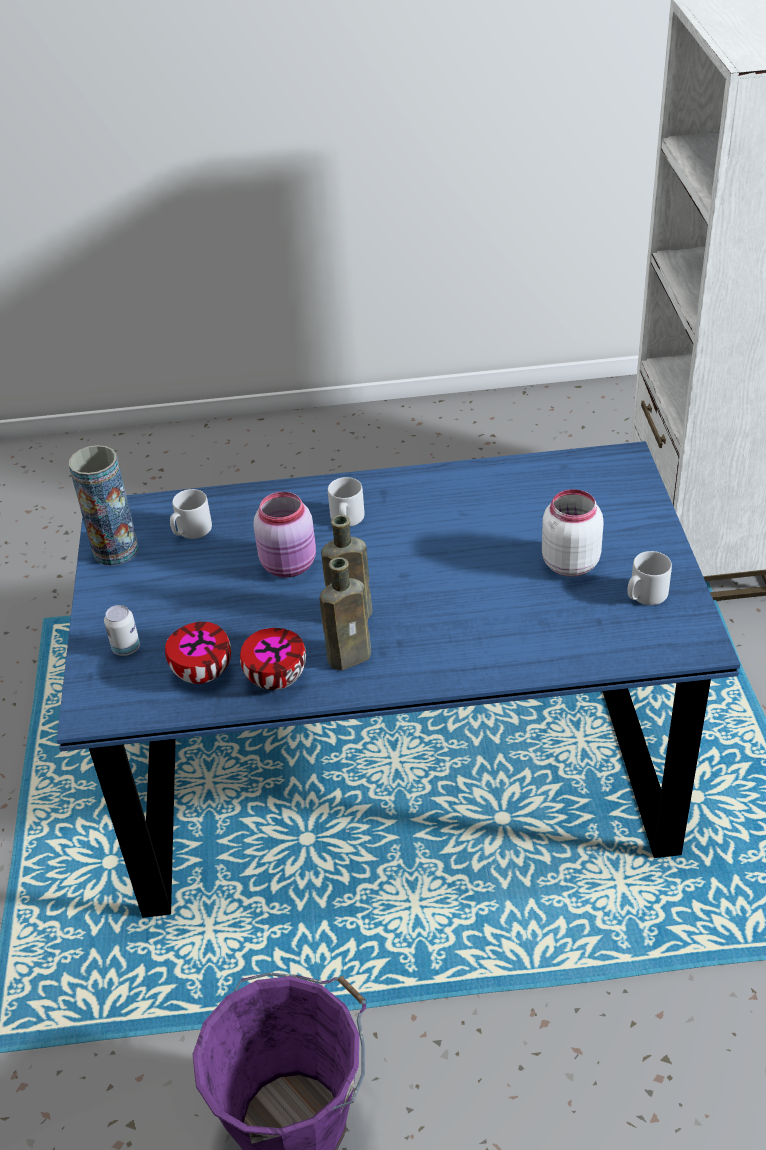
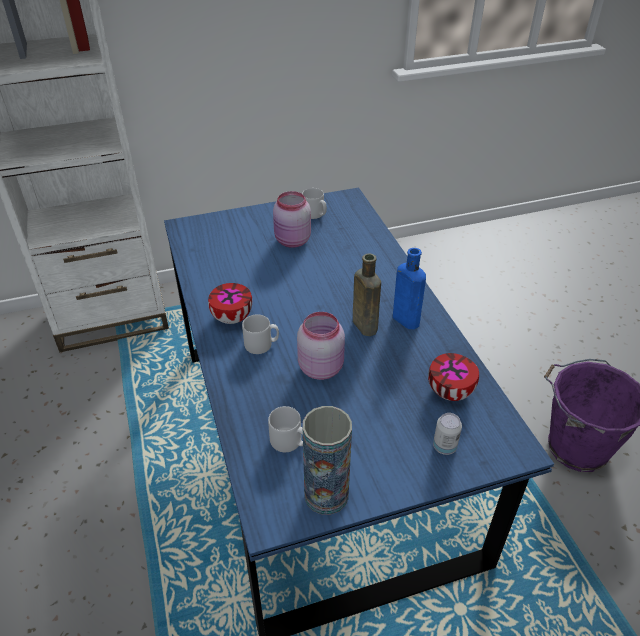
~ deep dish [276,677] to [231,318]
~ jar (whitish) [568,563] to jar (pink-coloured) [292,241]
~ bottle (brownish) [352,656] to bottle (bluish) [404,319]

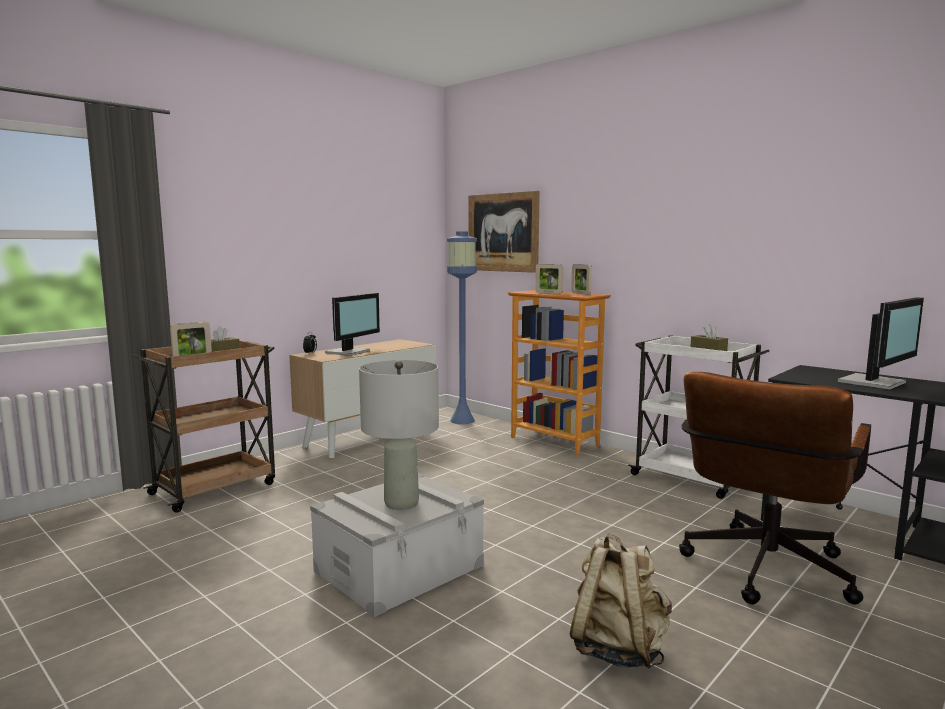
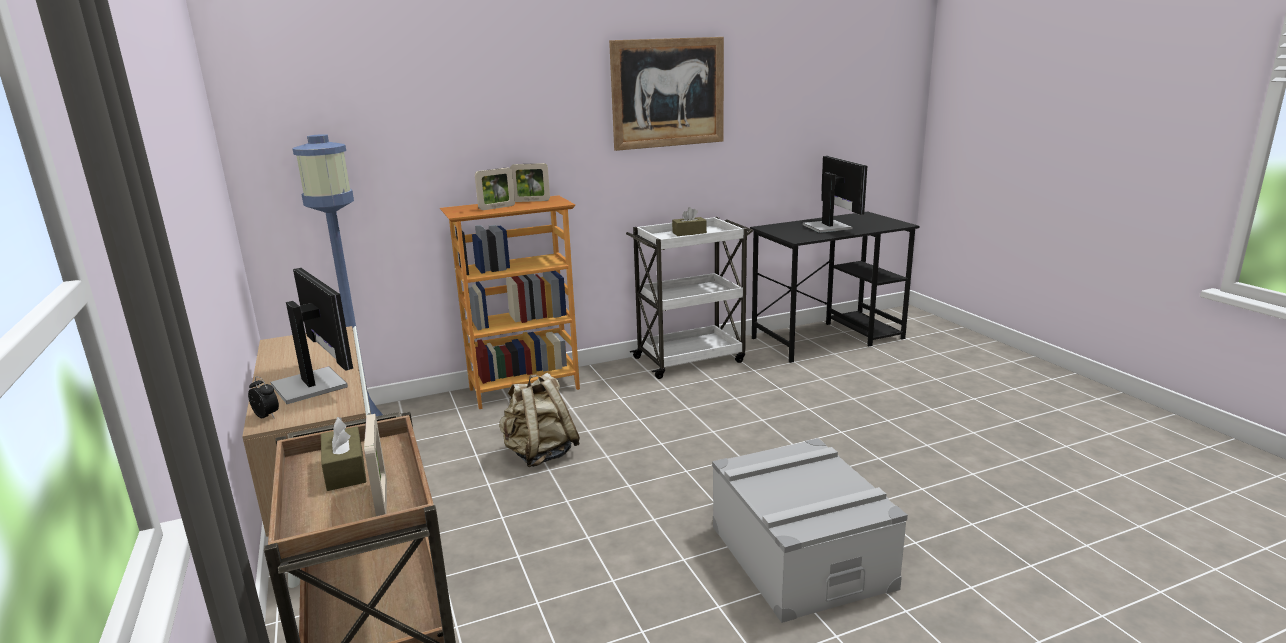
~ rucksack (sand-coloured) [618,649] to [540,454]
~ wall picture [503,232] to [668,93]
- table lamp (grey) [402,503]
- desk chair (brownish) [763,574]

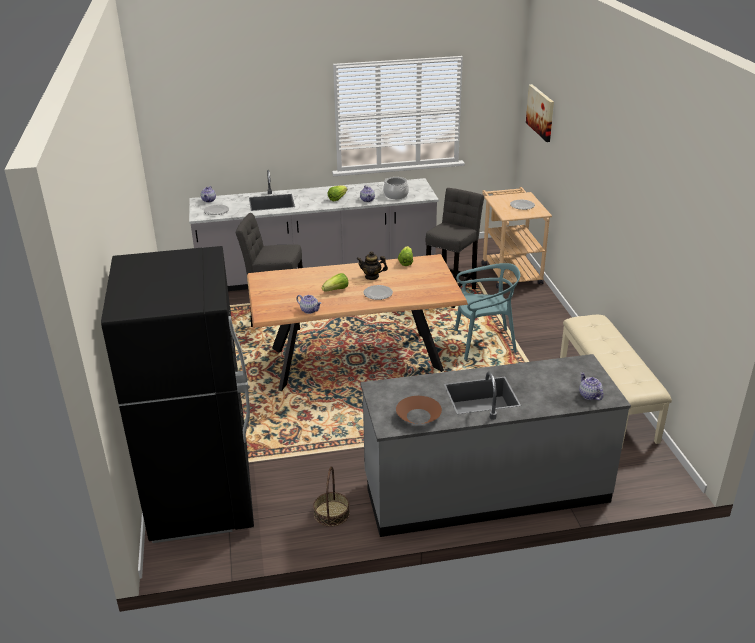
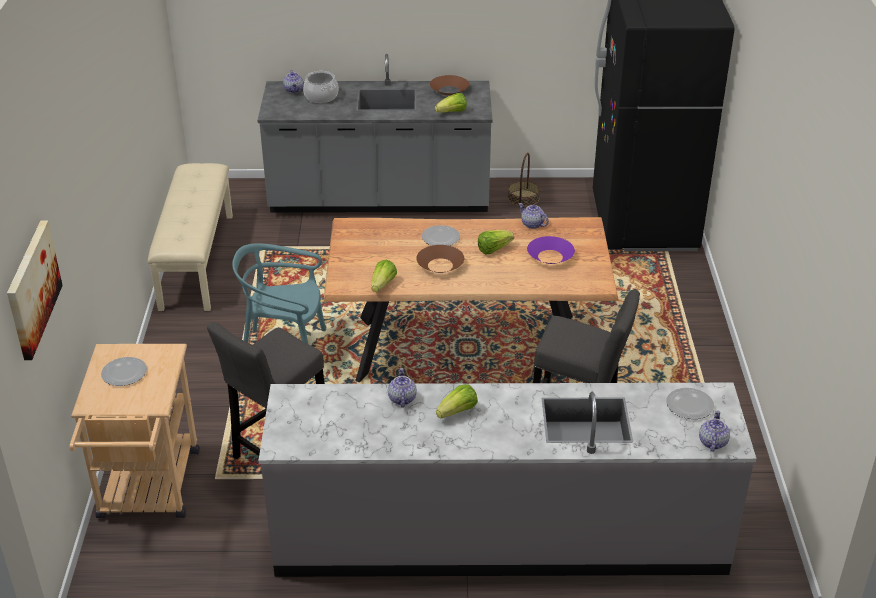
~ cooking pot [395,195] to [321,96]
~ teapot [372,276] to deep dish (brownish) [440,265]
+ lettuce head [452,112]
+ deep dish (purplish) [550,256]

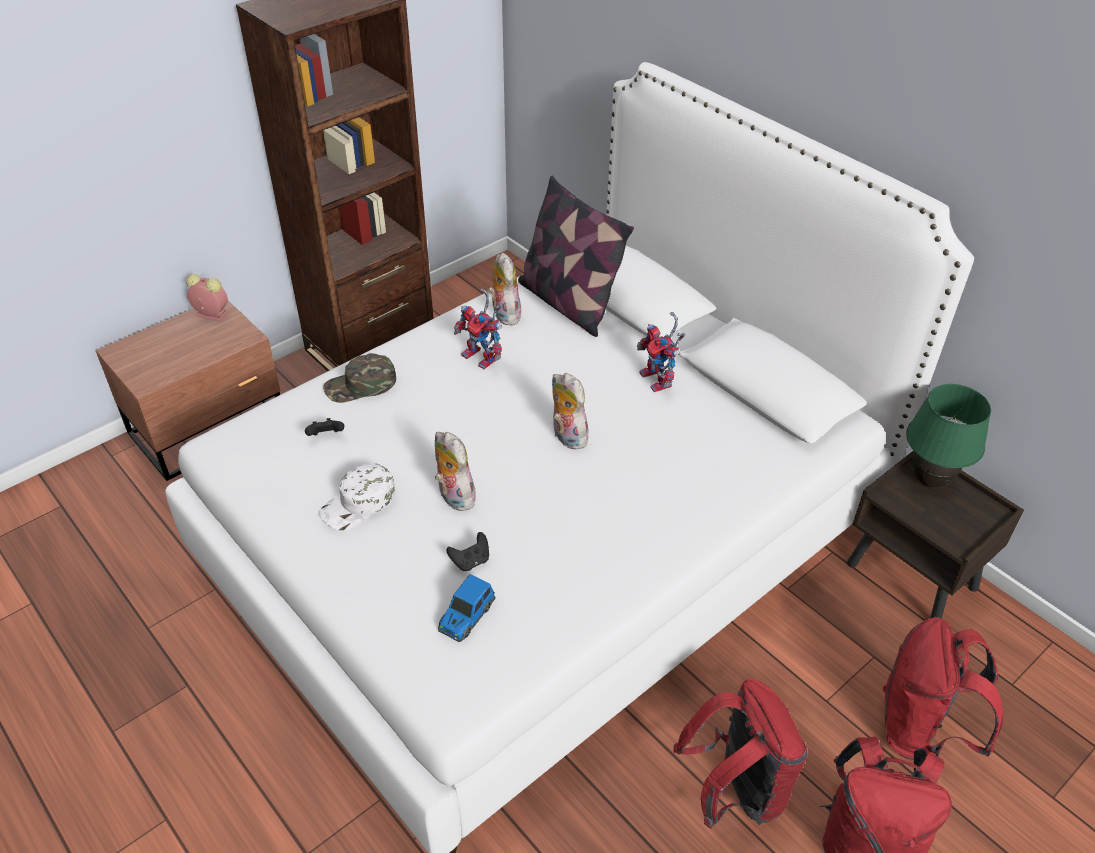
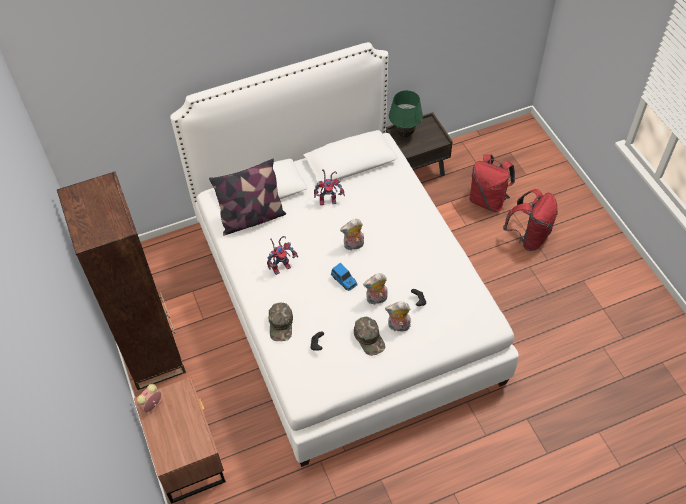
~ toy car [466,617] to [344,280]
~ peaked cap (whitish) [359,503] to peaked cap (green) [369,338]
~ soft toy [504,314] to [398,327]
- rucksack (red-coloured) [735,790]

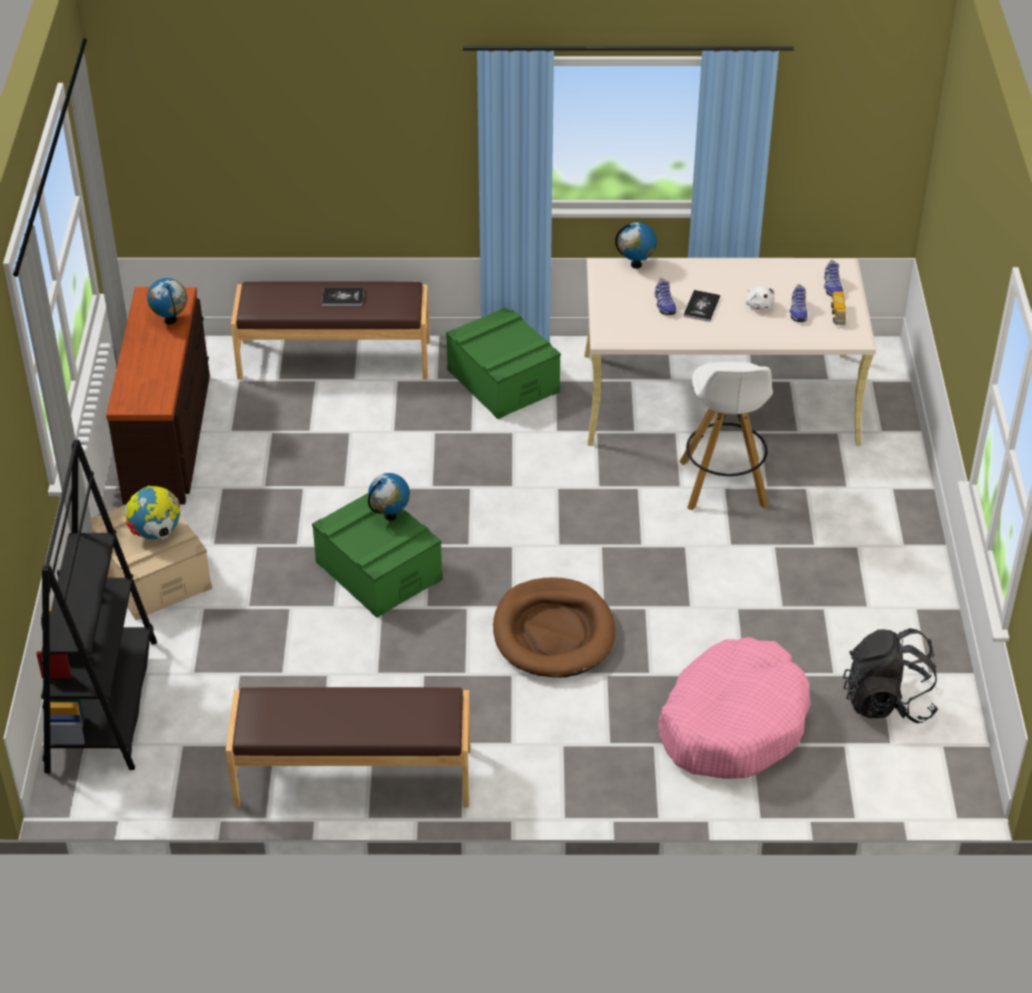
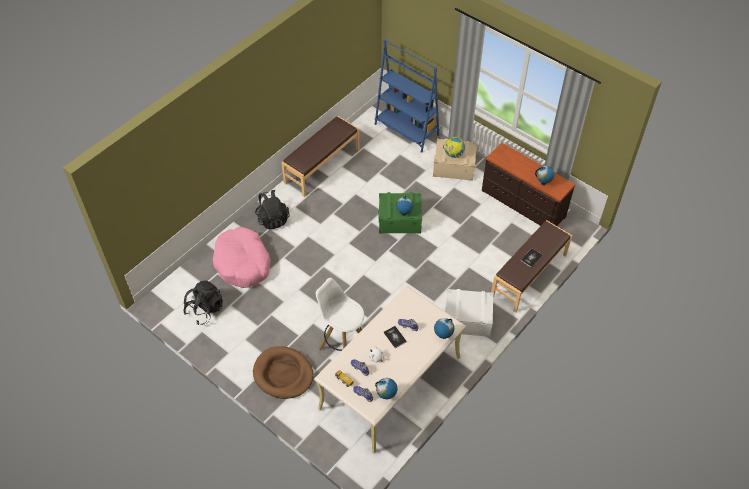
~ dog bed (brownish) [553,632] to [283,374]
+ rucksack (black) [272,219]
~ shelving unit (black) [102,705] to shelving unit (bluish) [406,130]
+ desk globe [386,396]
~ storage box (green) [503,380] to storage box (whitish) [468,319]

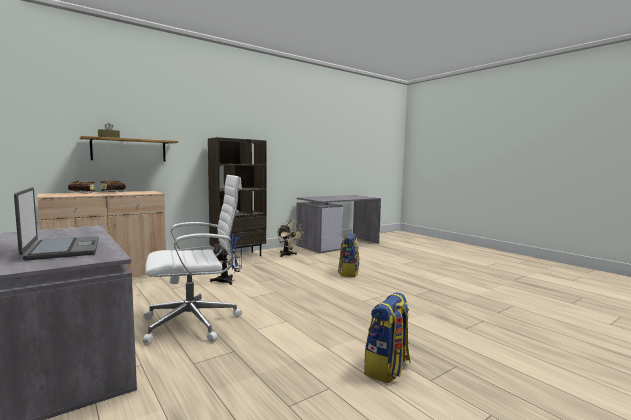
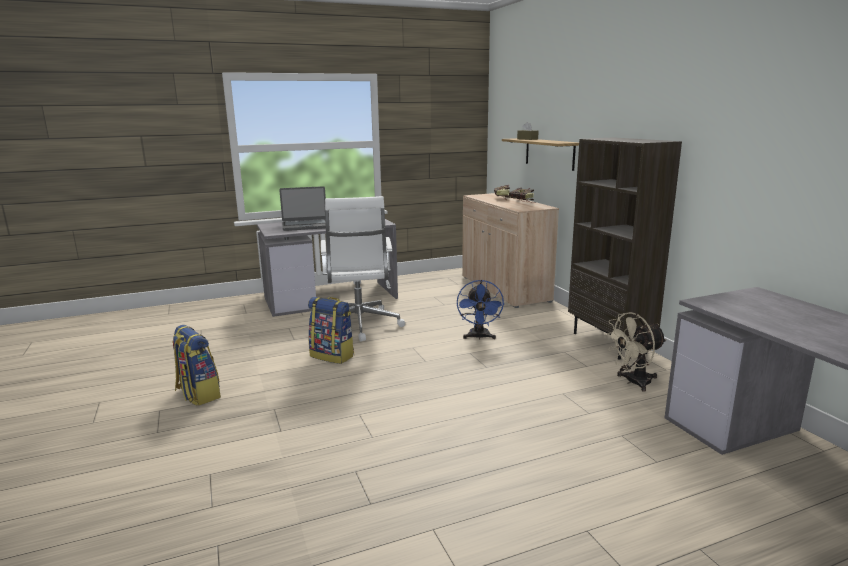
~ rucksack [348,273] to [333,356]

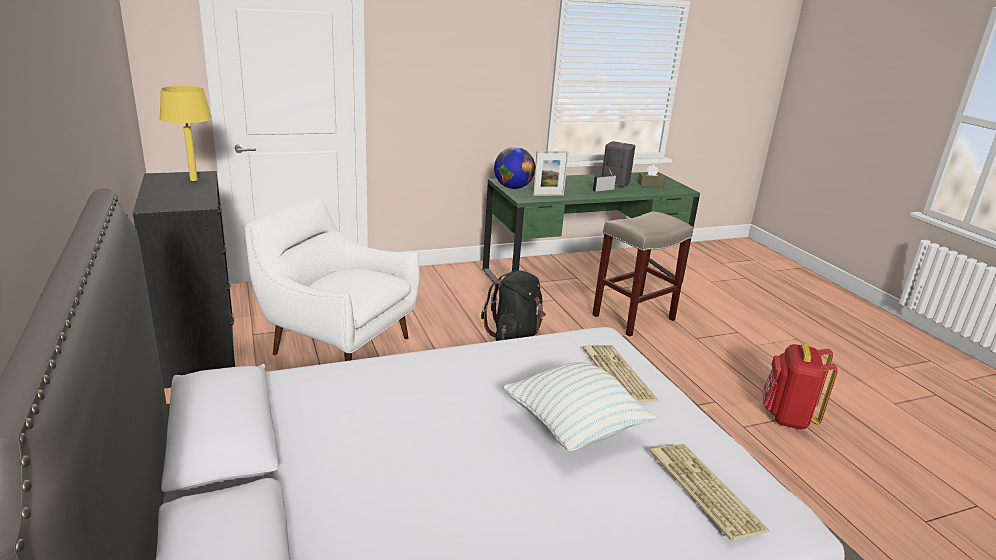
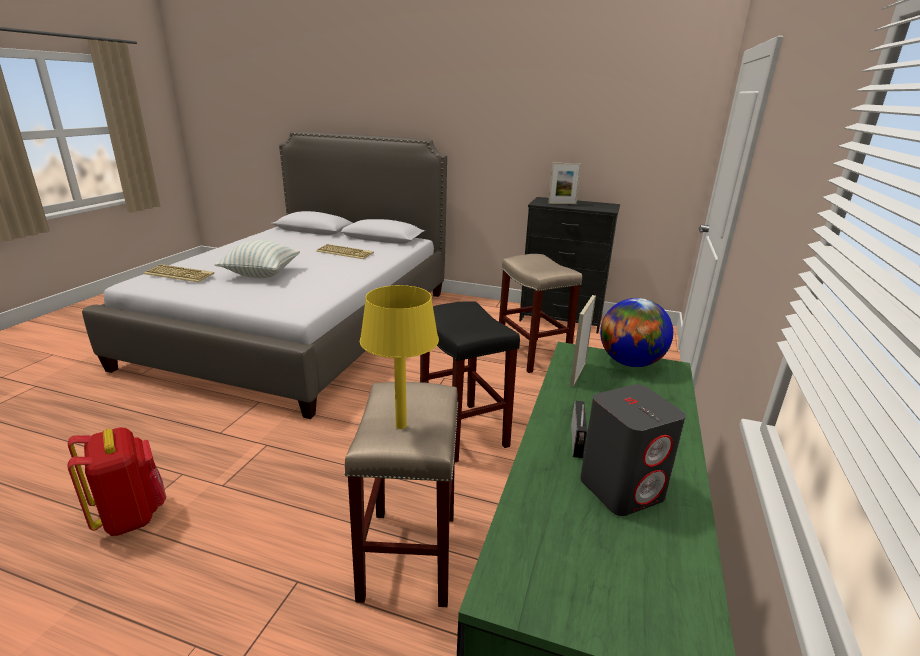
~ keyboard [615,373] to [346,252]
~ table lamp (yellow) [194,179] to [401,426]
~ rucksack (black) [515,337] to stool seat (black) [464,432]
~ lounge chair (whitish) [337,344] to stool seat (sand-coloured) [533,355]
+ picture frame [562,203]
- box of tissues (brownish) [650,184]

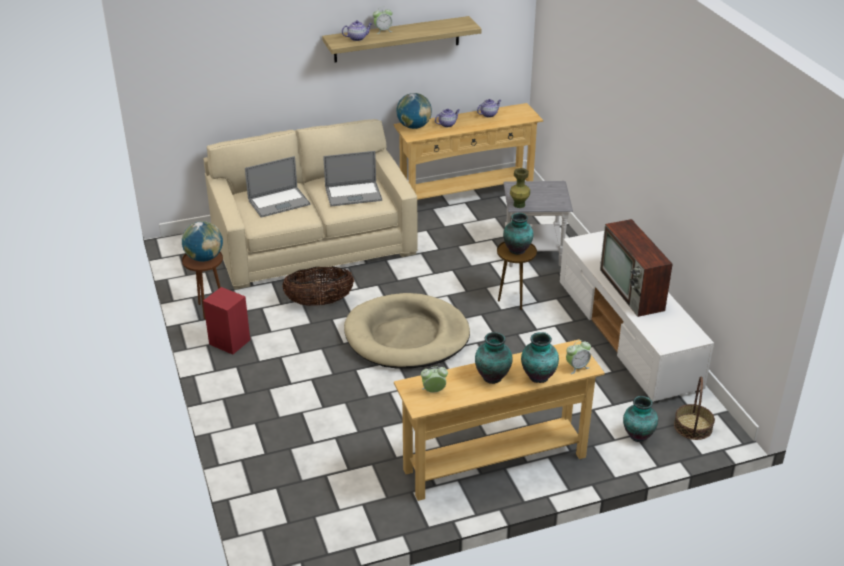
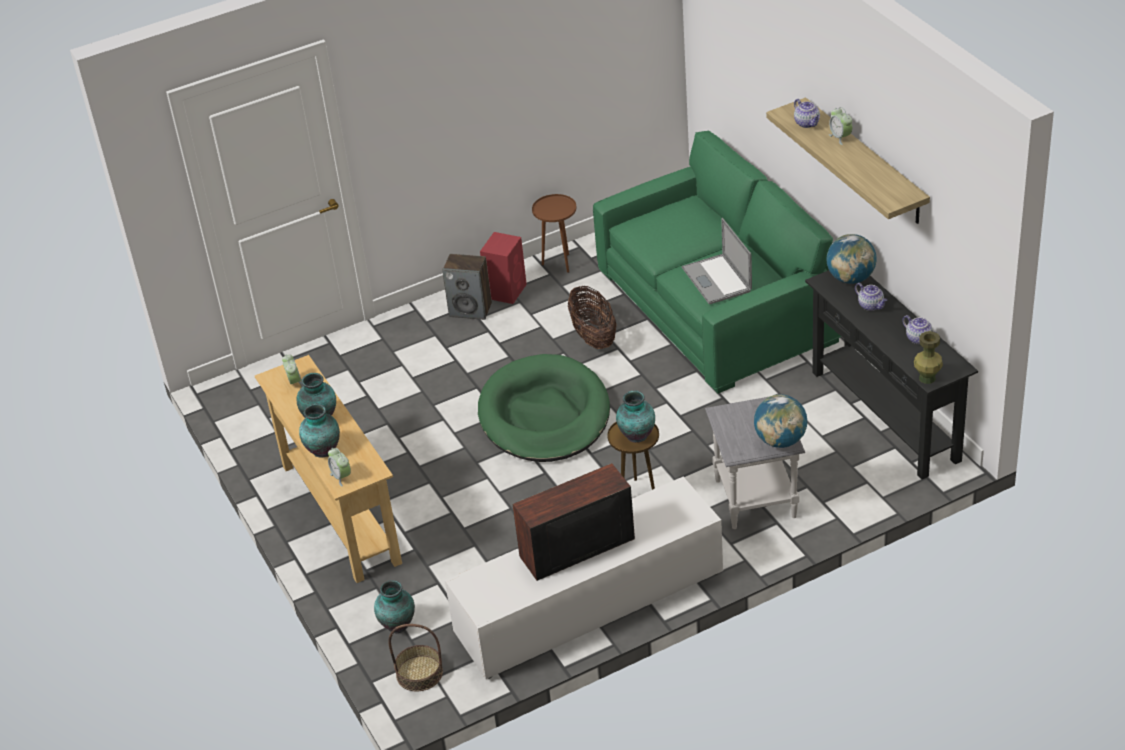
+ audio speaker [471,309]
~ dog bed (sand-coloured) [407,336] to dog bed (green) [544,415]
~ sofa (sand-coloured) [313,242] to sofa (green) [717,305]
~ desk globe [204,258] to [780,440]
~ narrow table (sand-coloured) [466,195] to narrow table (black) [885,415]
~ vase (green) [519,205] to [927,378]
- portable computer [279,202]

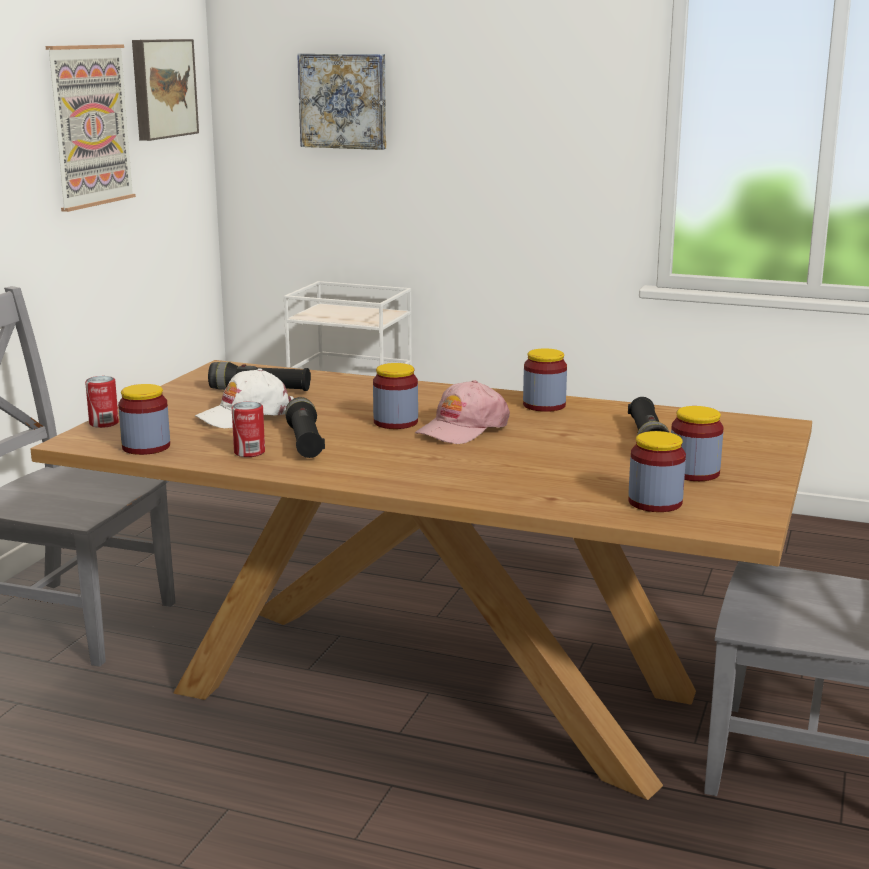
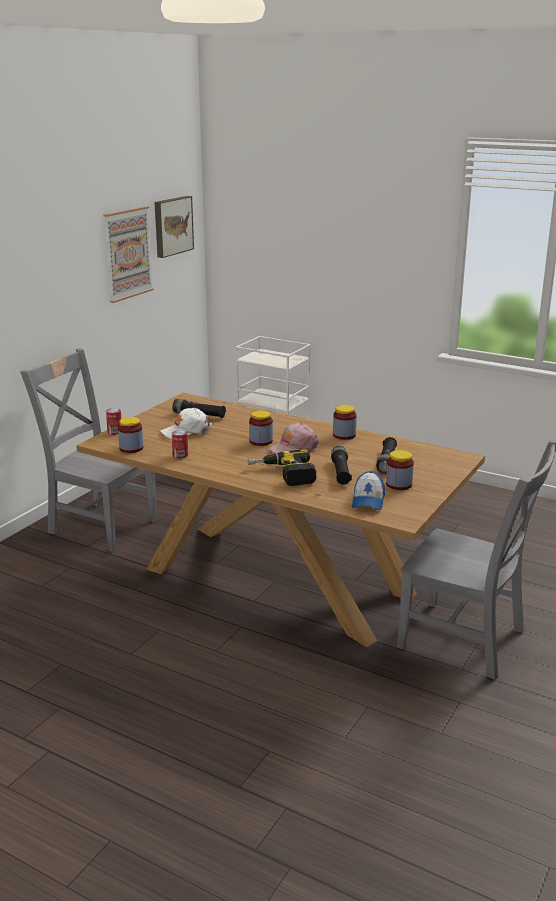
+ drill [282,475]
~ torch (black) [305,442] to [340,472]
~ jar [655,502] to peaked cap [368,501]
- wall picture [344,101]

